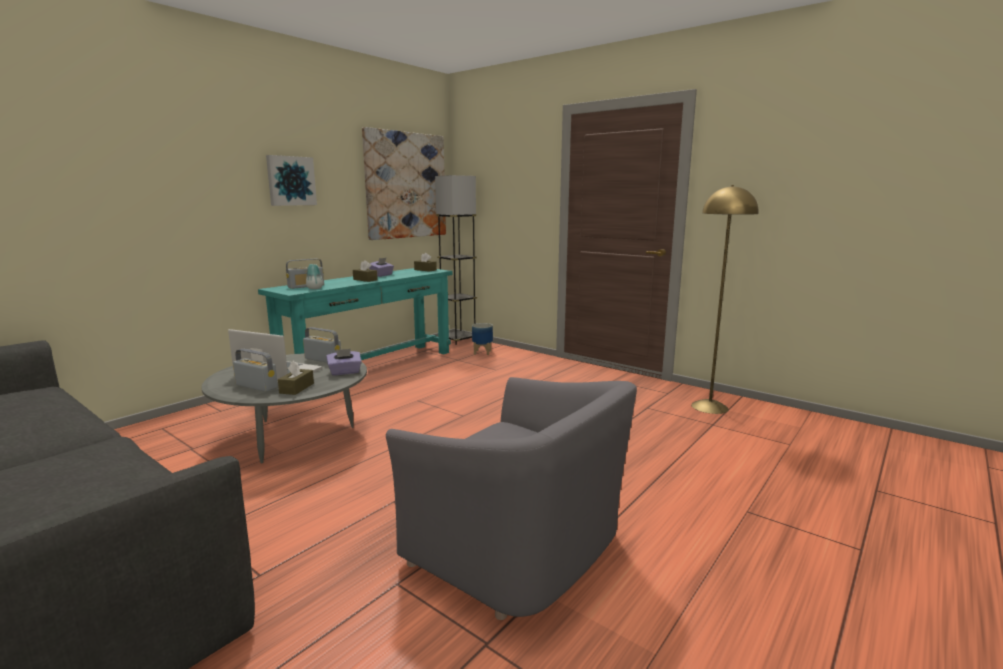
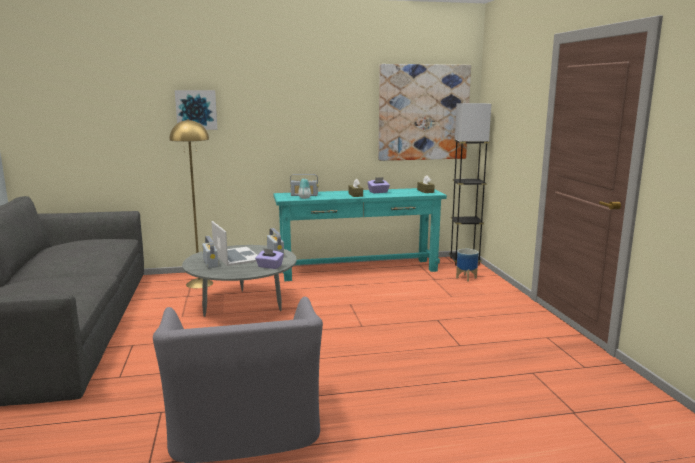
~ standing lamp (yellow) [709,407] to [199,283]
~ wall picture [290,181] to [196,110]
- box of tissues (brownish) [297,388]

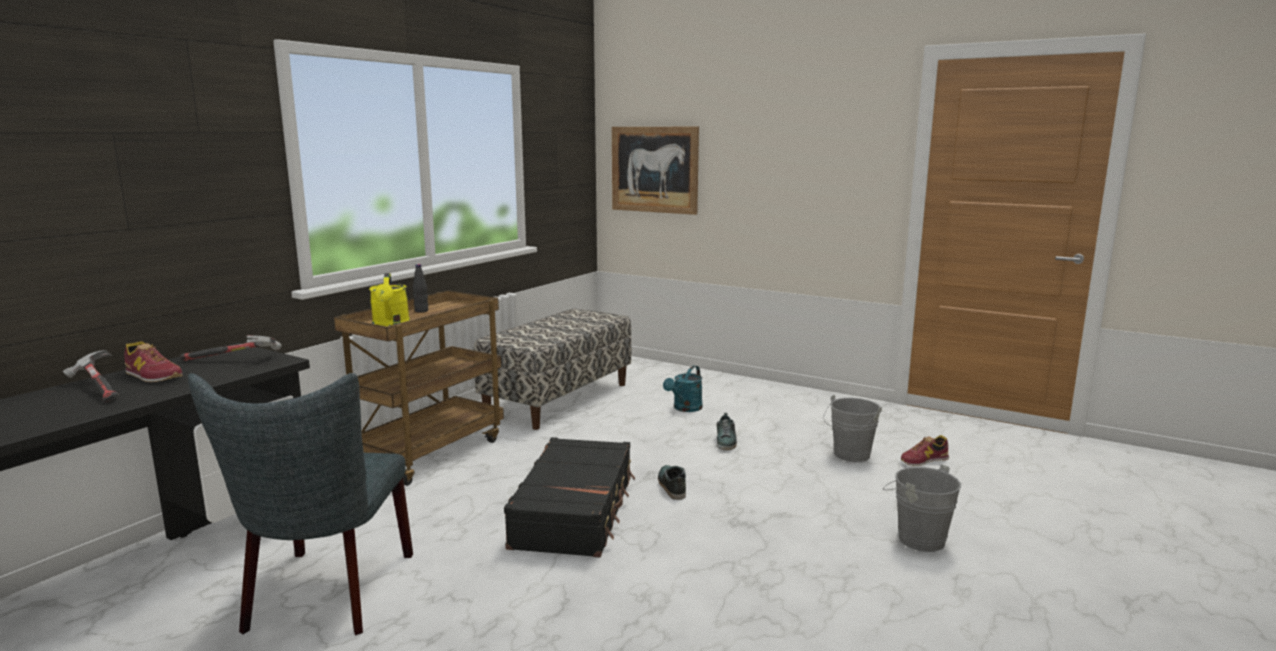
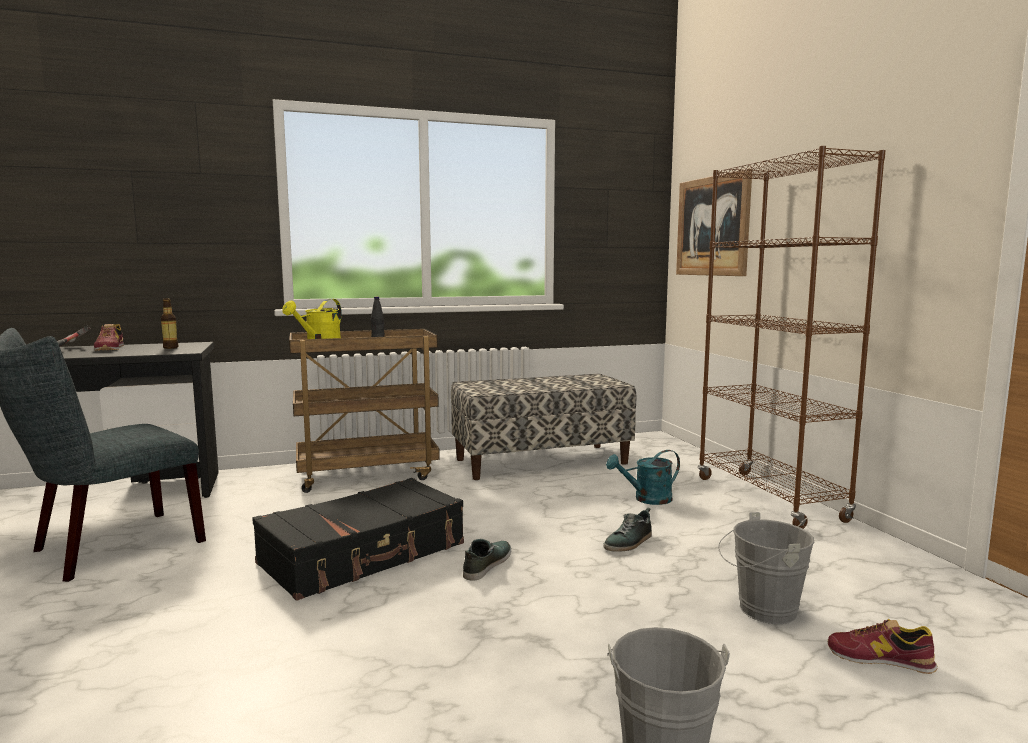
~ hammer [233,360] to bottle [170,347]
+ shelving unit (brownish) [769,499]

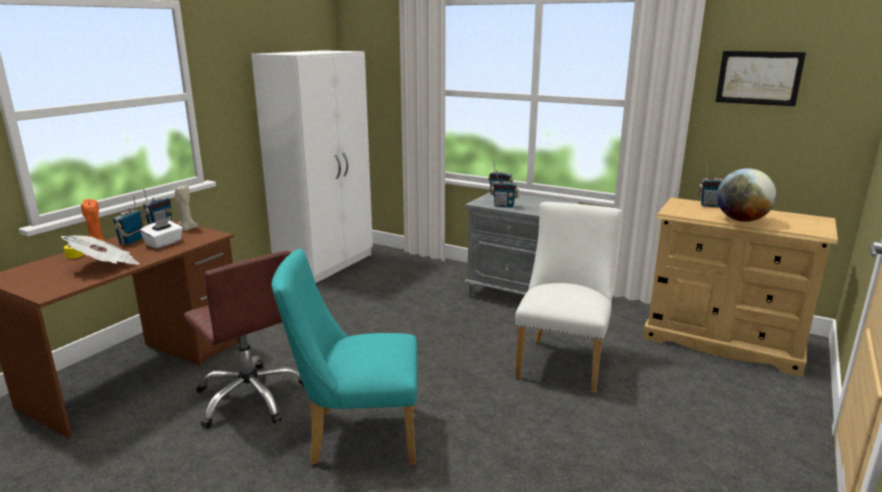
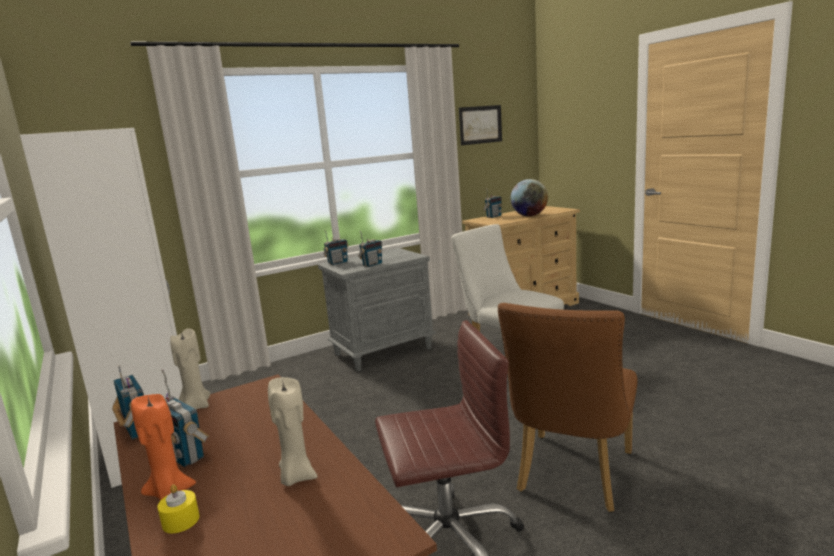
~ daily paper [106,266] to wax light (sand-coloured) [296,477]
~ chair (turquoise) [356,436] to chair (brownish) [571,476]
- box of tissues (whitish) [164,243]

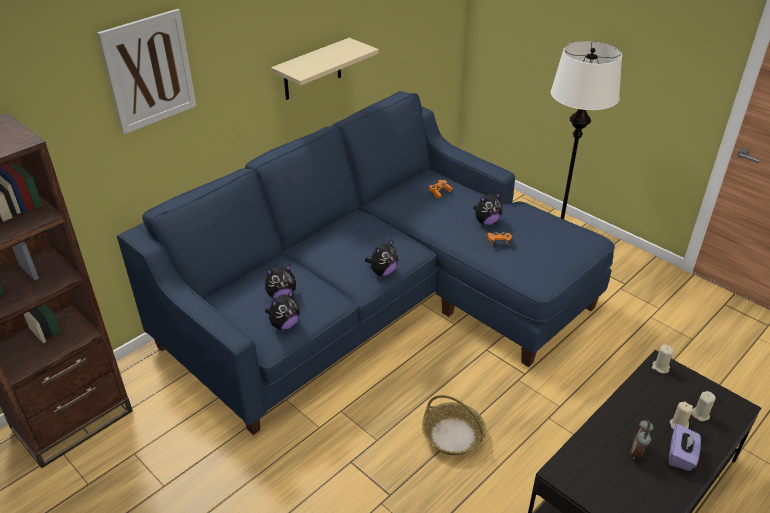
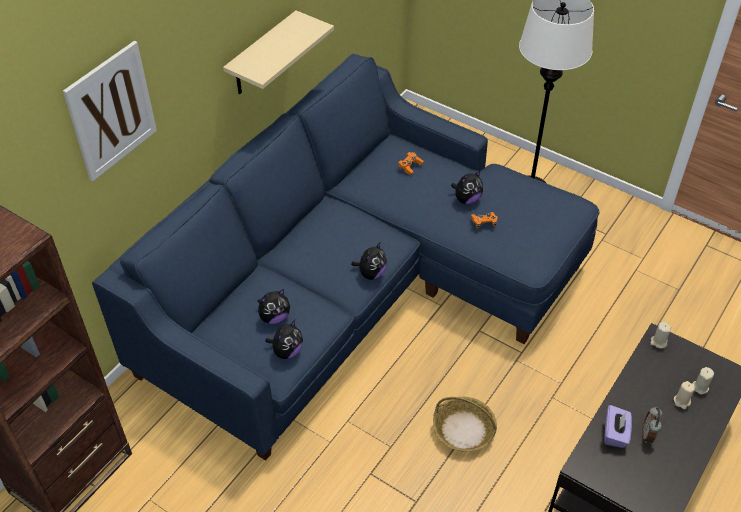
~ box of tissues (purplish) [681,456] to [615,433]

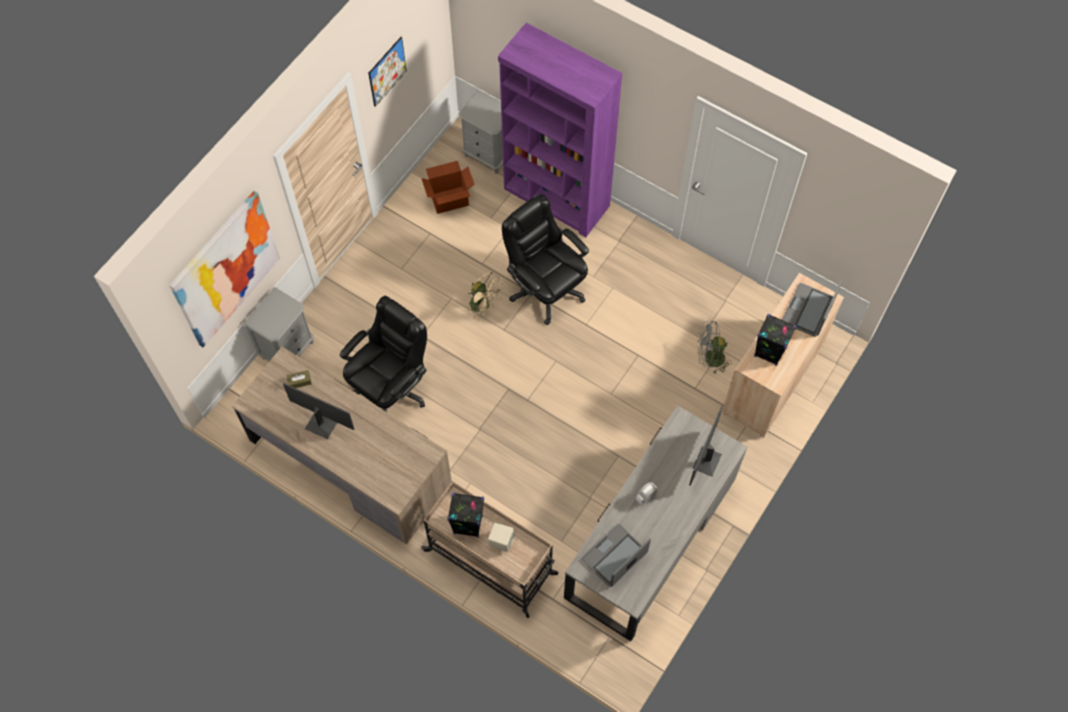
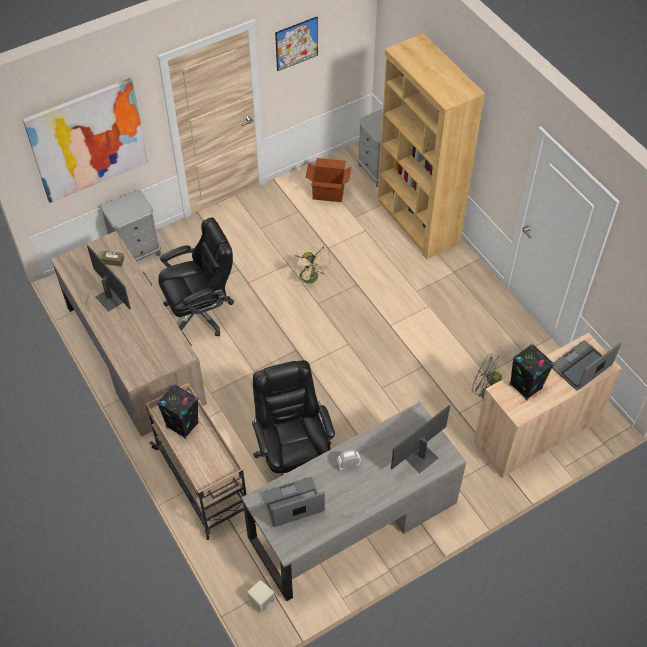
~ audio speaker (sand-coloured) [501,541] to [261,600]
~ desk chair (black) [545,288] to [293,458]
~ shelving unit (purplish) [556,198] to shelving unit (brownish) [417,222]

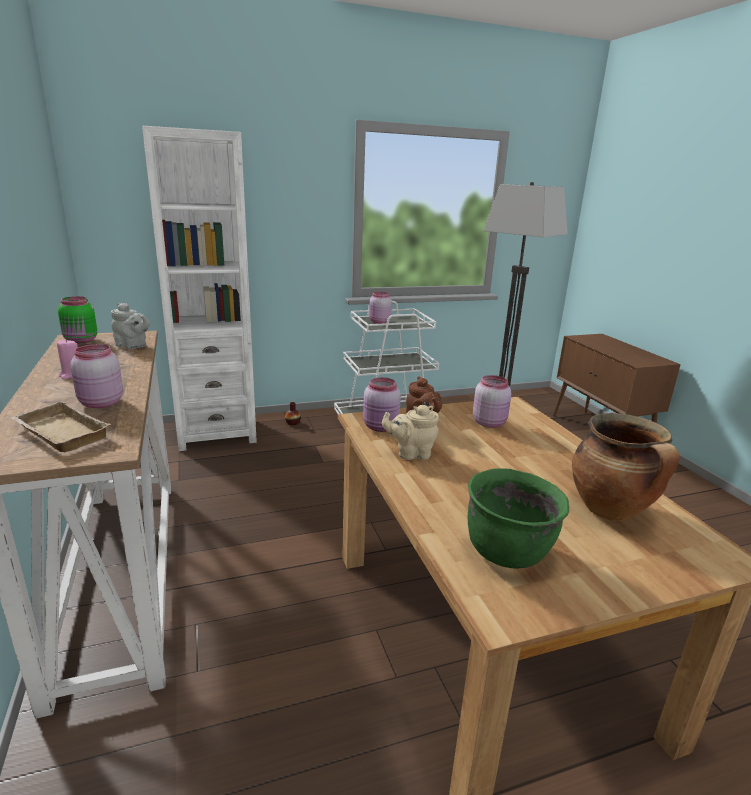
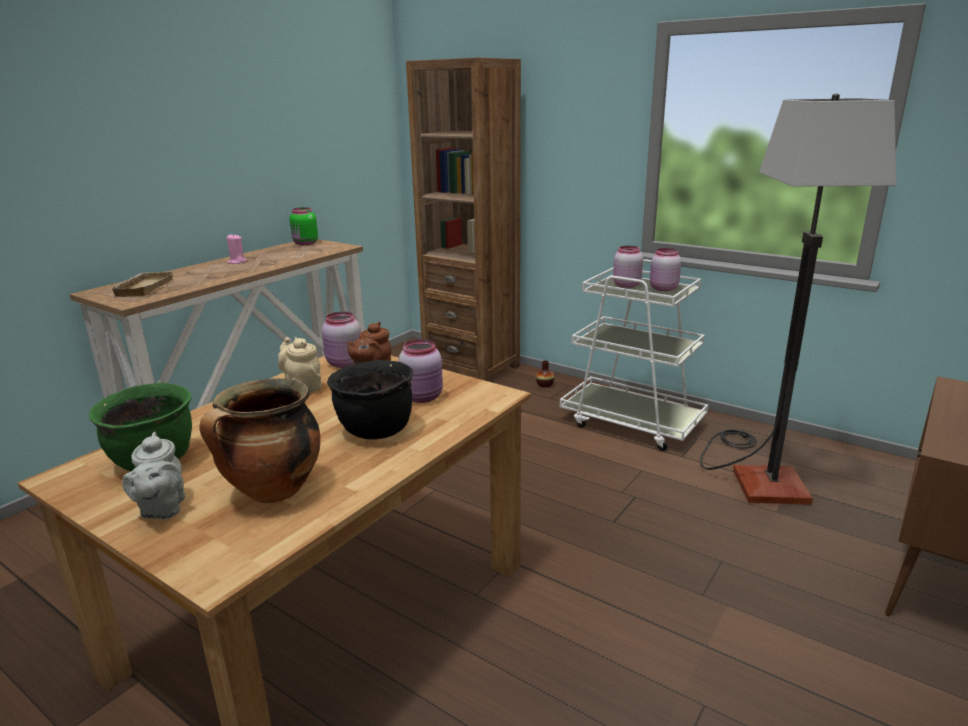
~ teapot (grey) [133,346] to [162,509]
+ cooking pot (black) [375,430]
~ shelving unit (whitish) [216,433] to shelving unit (brownish) [472,368]
~ jar (pink-coloured) [100,403] to [662,288]

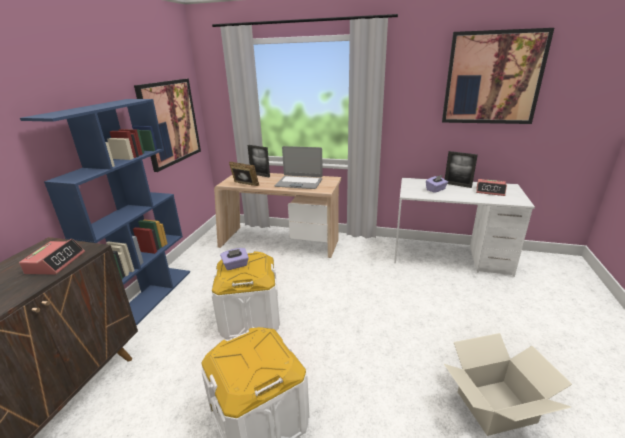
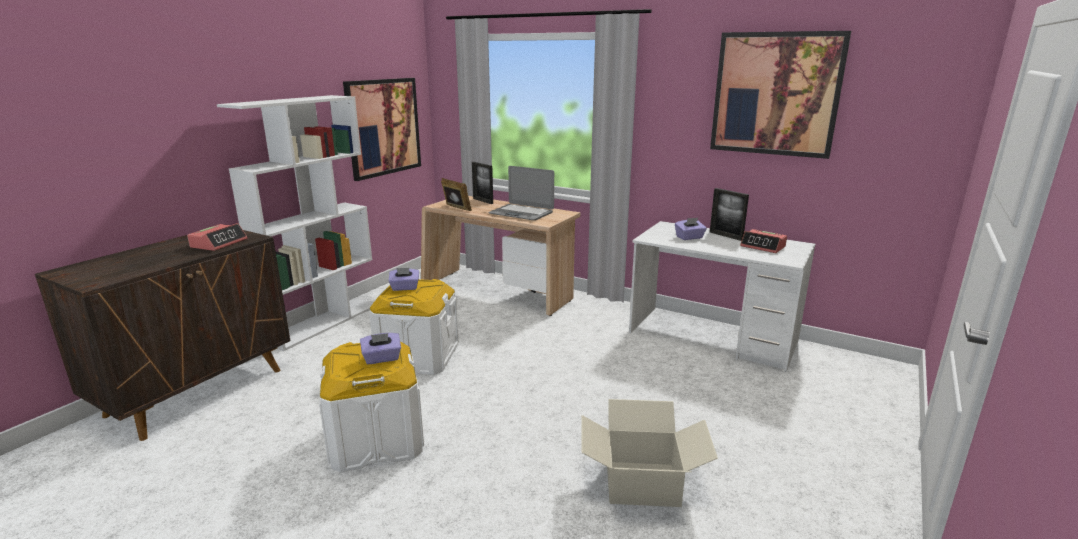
~ shelving unit (bluish) [150,297] to shelving unit (whitish) [323,322]
+ box of tissues (purplish) [382,358]

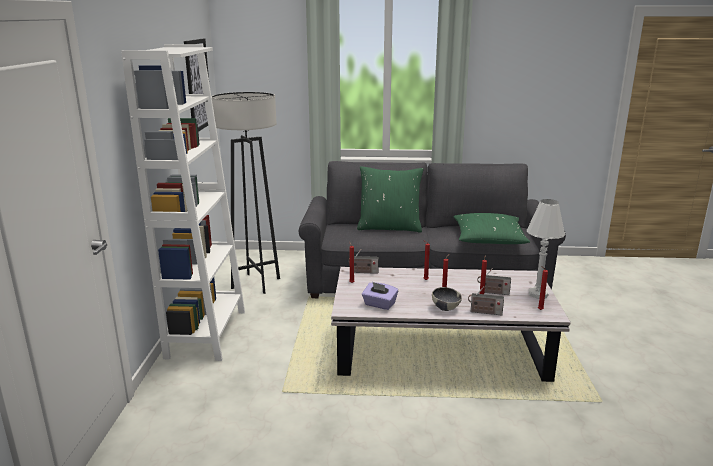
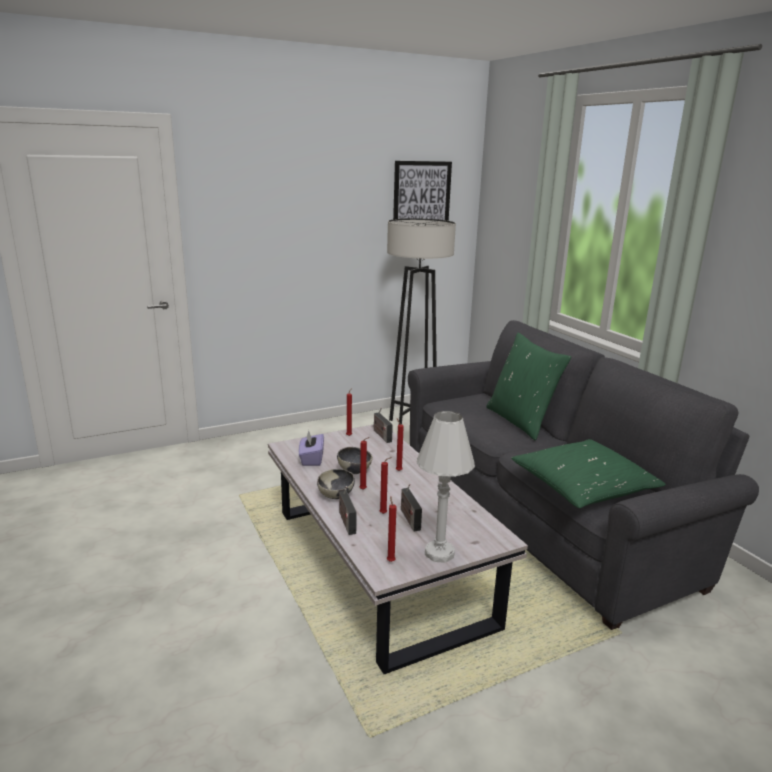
+ deep dish [354,471]
- shelving unit (whitish) [207,333]

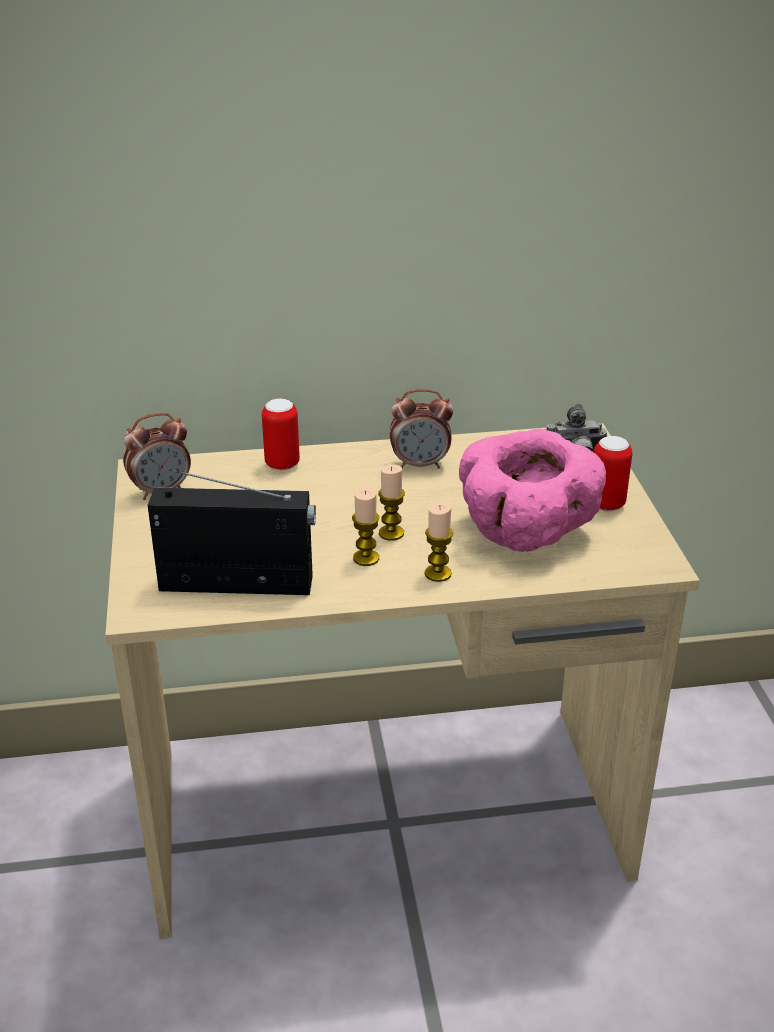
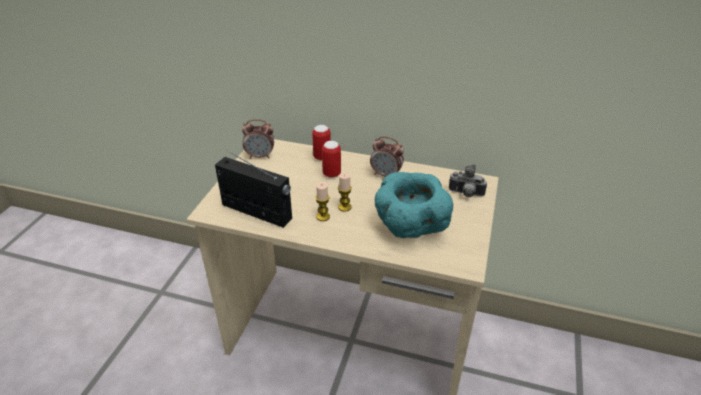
~ can [606,504] to [331,174]
~ deep dish (pink-coloured) [526,533] to deep dish (turquoise) [410,227]
- wax light [438,573]

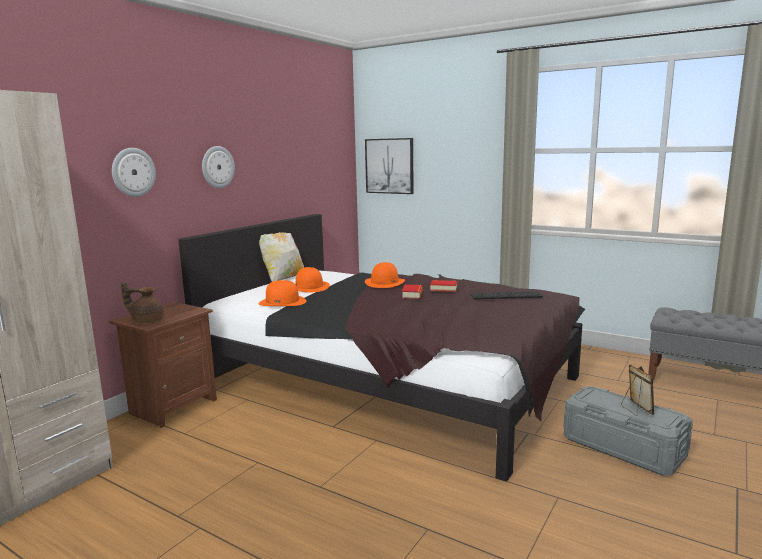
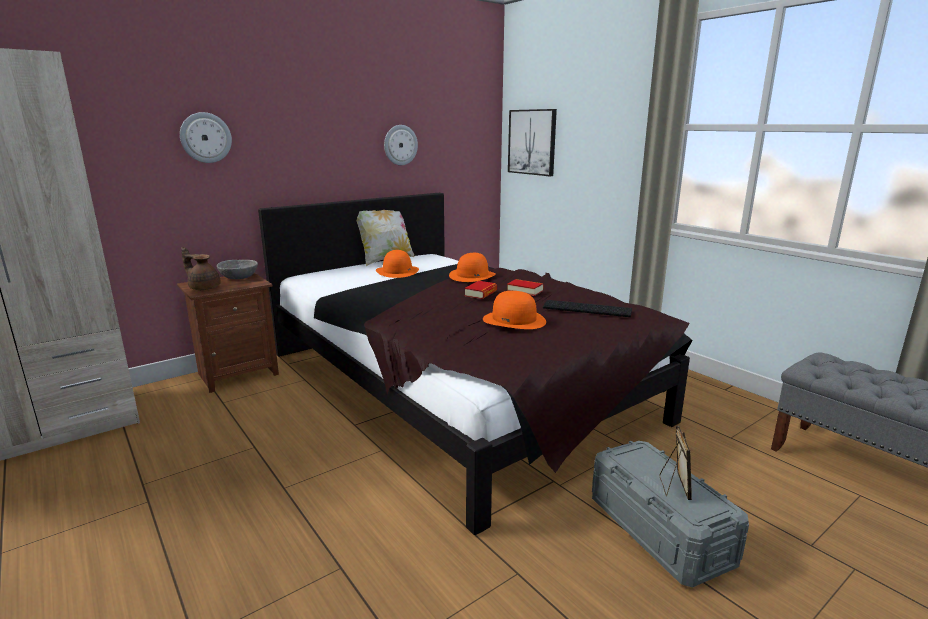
+ deep dish (grey) [239,277]
~ clock on the wall [217,167] to [400,145]
~ wearable hat (orange-coloured) [282,302] to [514,320]

